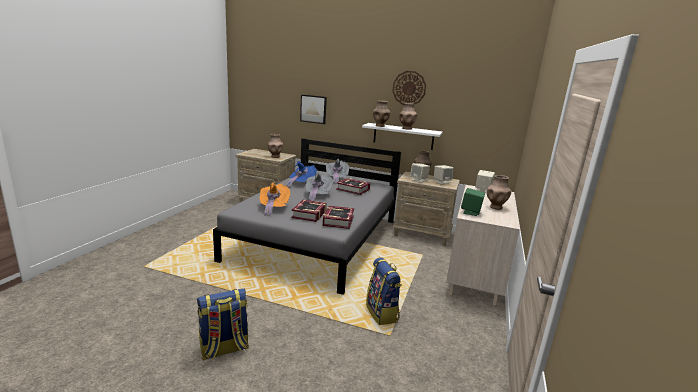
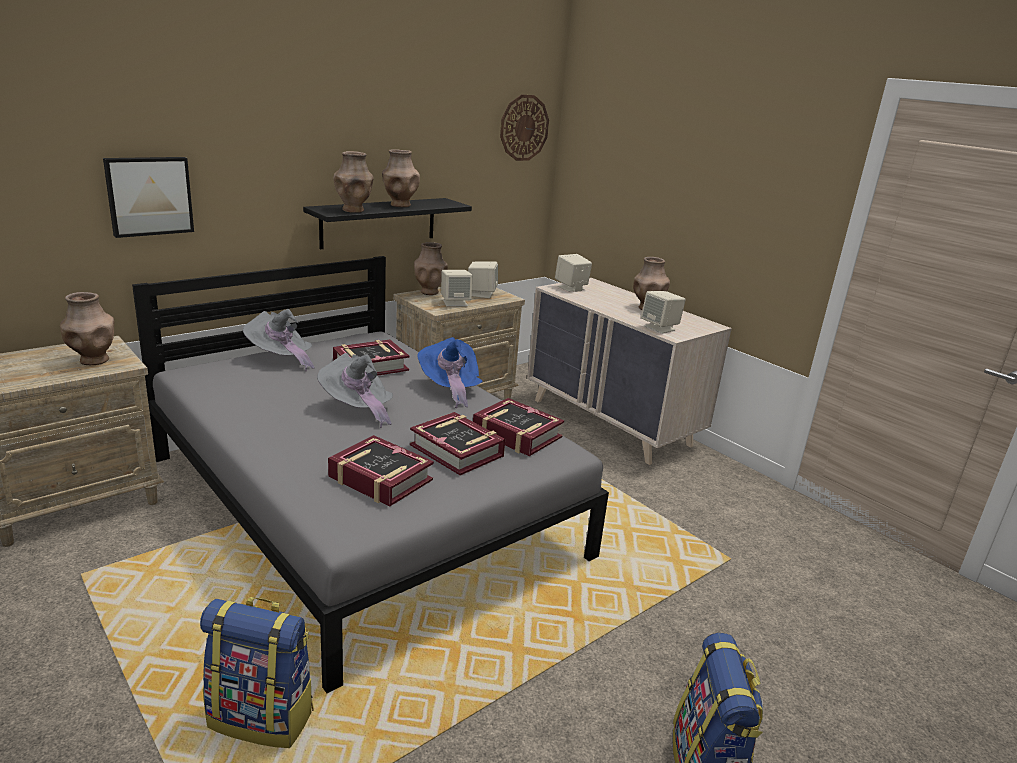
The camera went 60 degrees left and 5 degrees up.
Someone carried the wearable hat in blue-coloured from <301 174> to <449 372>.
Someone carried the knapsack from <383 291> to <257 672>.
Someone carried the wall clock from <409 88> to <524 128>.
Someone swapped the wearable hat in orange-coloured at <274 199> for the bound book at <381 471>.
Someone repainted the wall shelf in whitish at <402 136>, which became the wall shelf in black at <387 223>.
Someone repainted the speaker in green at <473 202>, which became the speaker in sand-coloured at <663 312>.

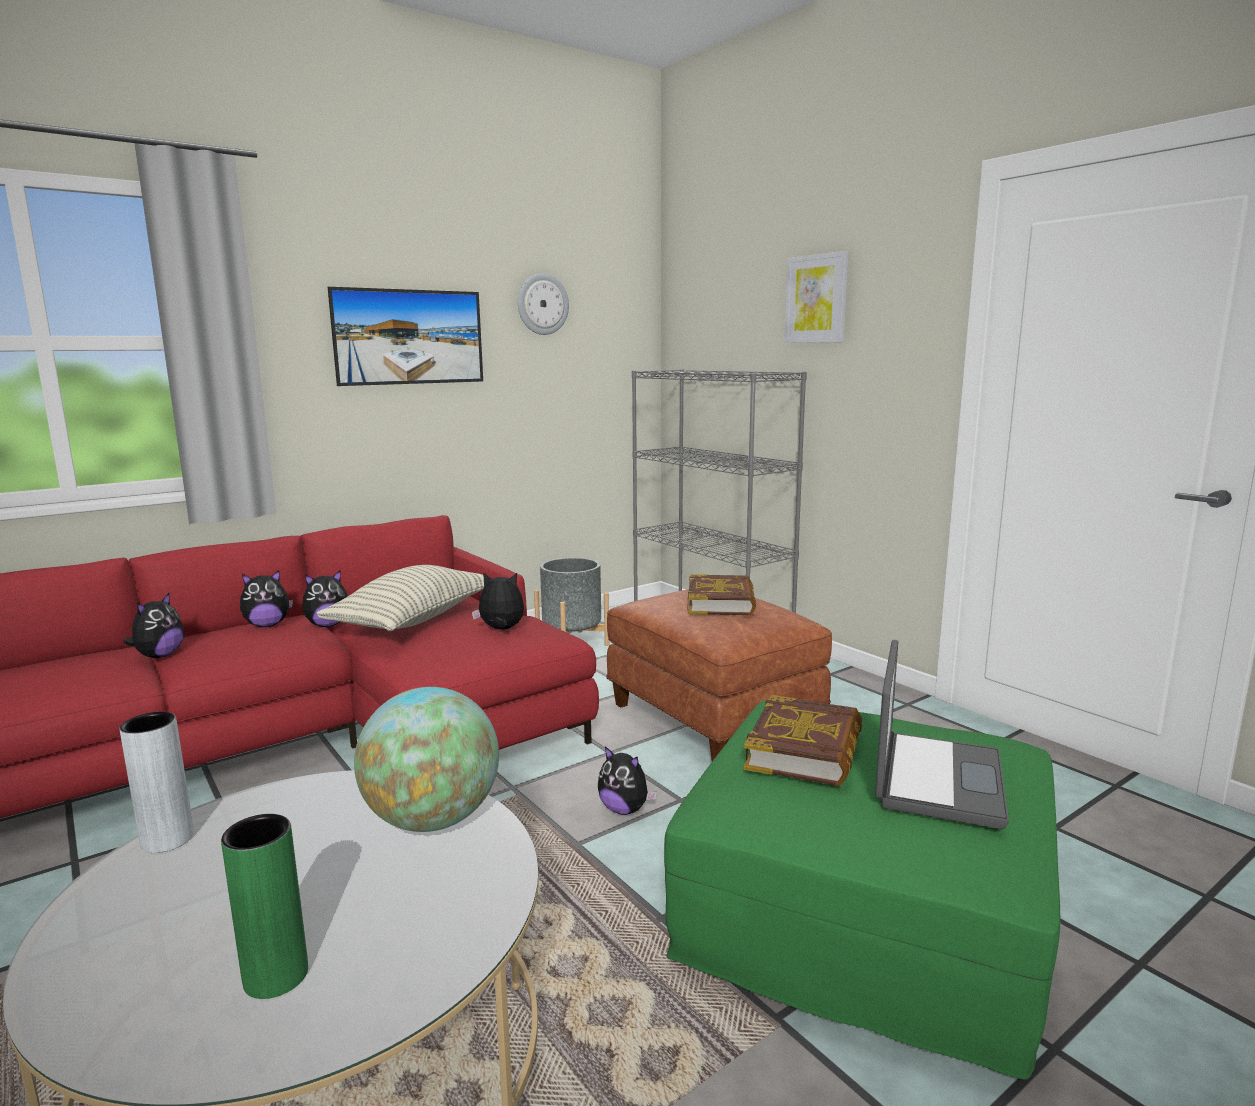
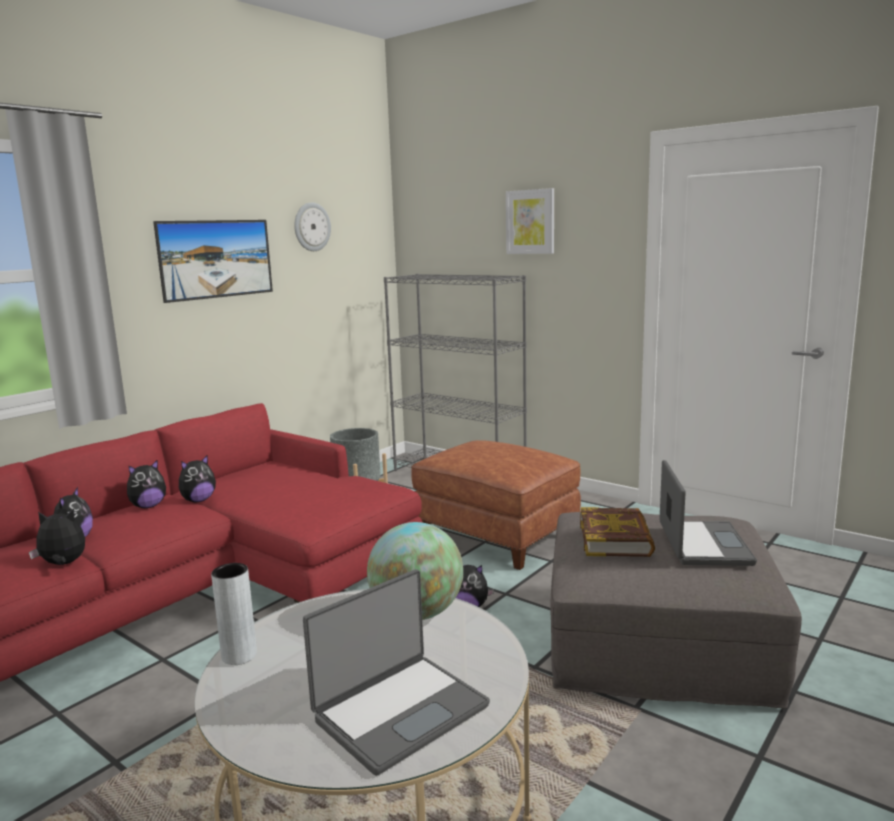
The camera went 15 degrees left and 0 degrees up.
Someone took away the throw pillow at <404 598>.
Someone took away the bound book at <721 594>.
Someone carried the plush toy from <498 600> to <57 537>.
Someone swapped the decorative vase in green at <264 906> for the notebook computer at <396 672>.
Someone repainted the ottoman in green at <862 890>, which became the ottoman in grey at <676 610>.

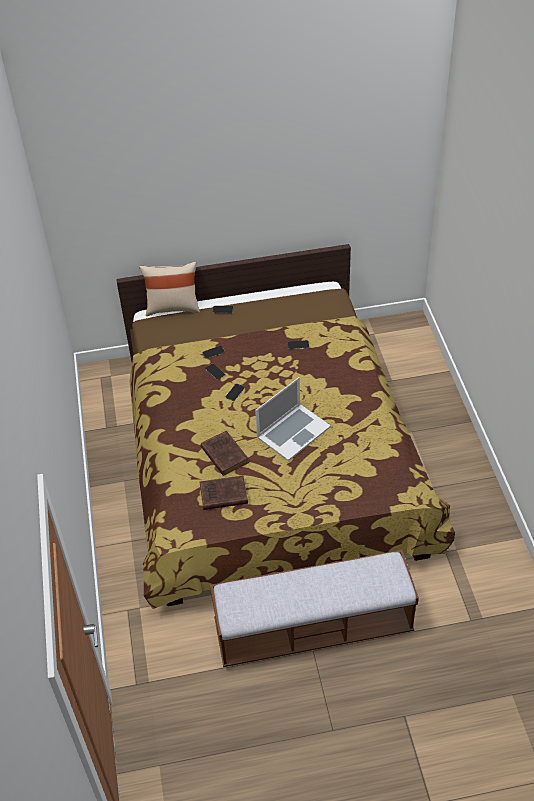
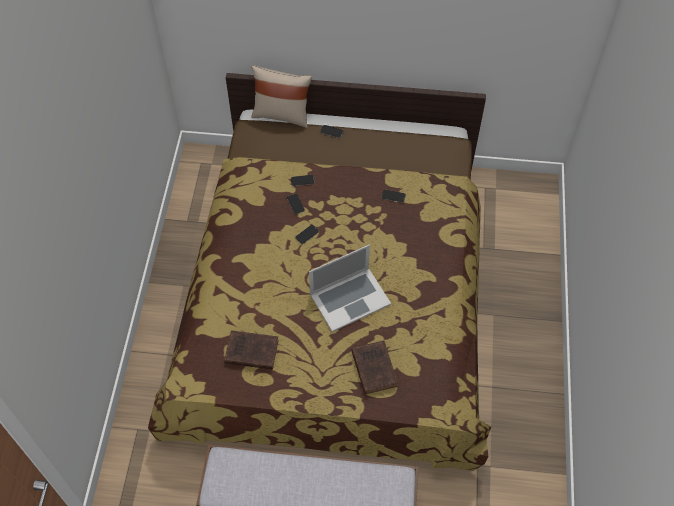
The camera went 15 degrees right and 10 degrees up.
Someone carried the bound book in brown-coloured from <225 453> to <374 367>.

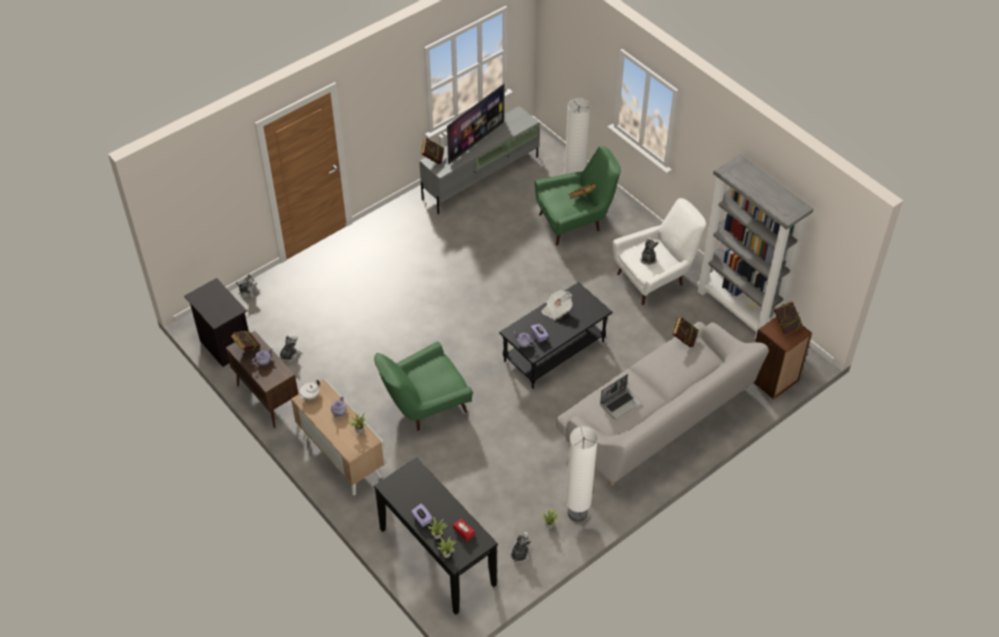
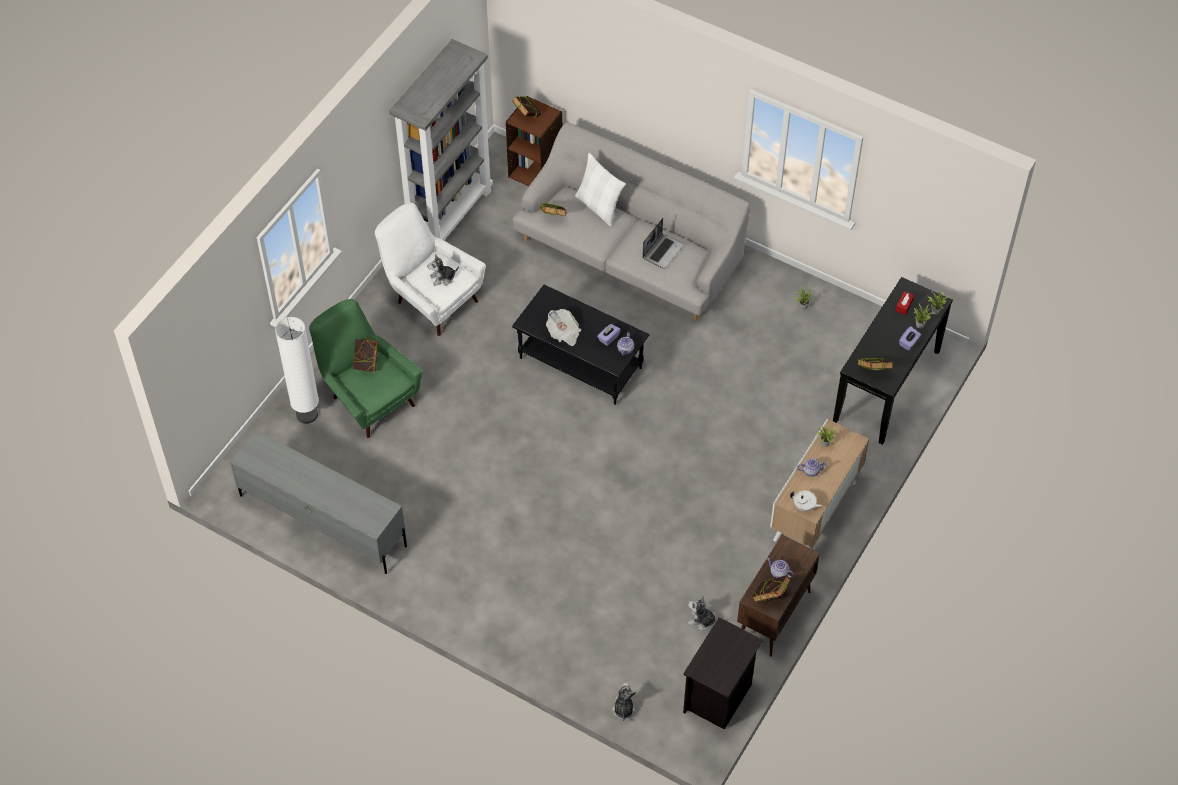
The camera went 110 degrees left and 5 degrees up.
Someone took away the lounge chair in green at <423 386>.
Someone took away the television at <476 124>.
Someone took away the plush toy at <521 547>.
Someone took away the standard lamp in whitish at <582 474>.
Someone put down the throw pillow in whitish at <600 189>.
Someone carried the bound book from <432 151> to <875 364>.
Someone rotated the notebook computer at <620 396> by 90 degrees clockwise.

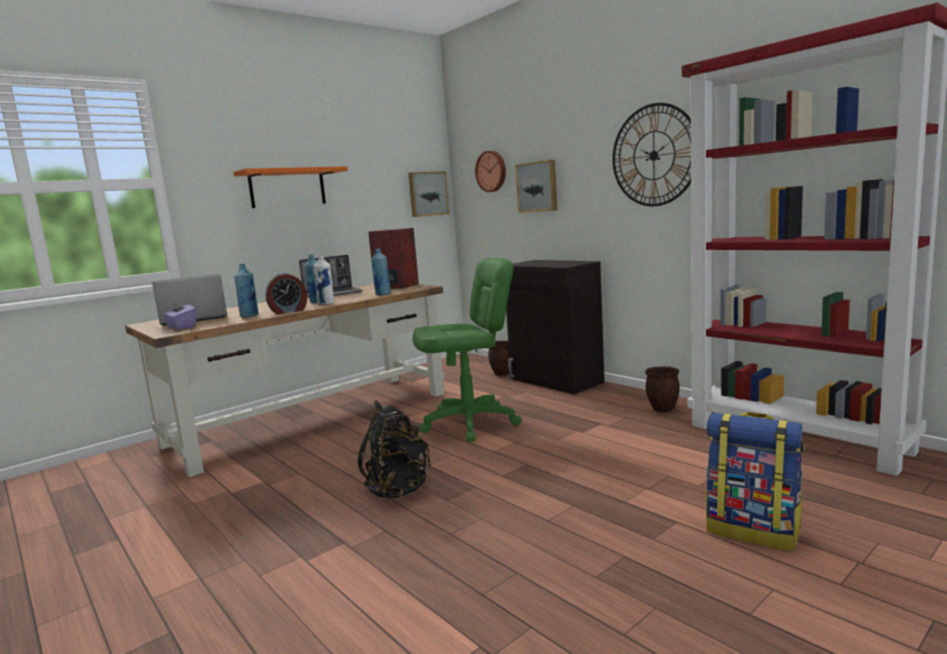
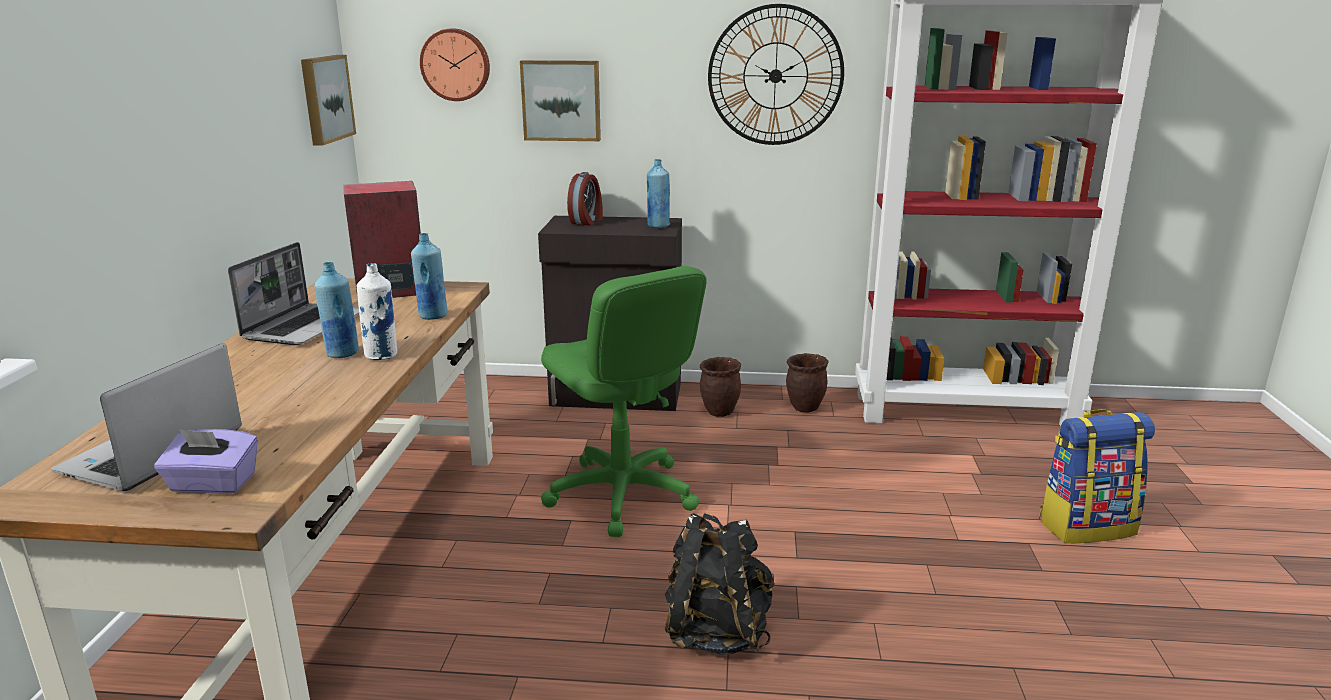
The camera went 45 degrees left and 10 degrees up.
Someone took away the wall shelf in orange-coloured at <290 187>.
Someone carried the bottle in blue-coloured from <246 291> to <658 193>.
Someone carried the table clock from <286 293> to <585 198>.
Someone carried the plant pot in brown-coloured from <498 358> to <720 387>.
Someone rotated the computer chair in green at <467 350> by 120 degrees clockwise.

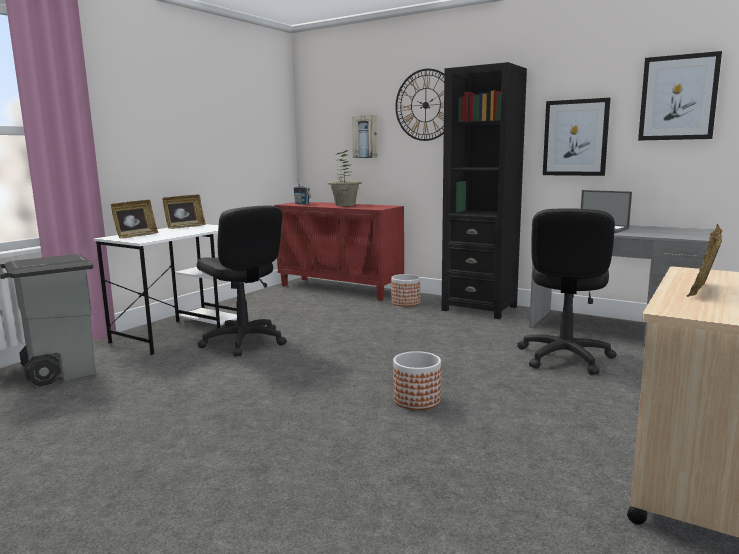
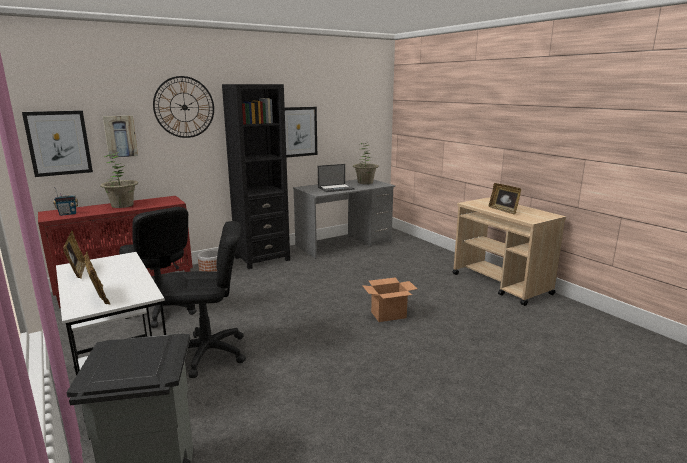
The camera went 65 degrees left and 5 degrees up.
Someone put down the plant in a pot at <366 163>.
Someone carried the computer chair in black from <567 291> to <158 267>.
Someone carried the wall art from <680 96> to <57 144>.
Someone swapped the plant pot at <417 380> for the carton at <389 299>.

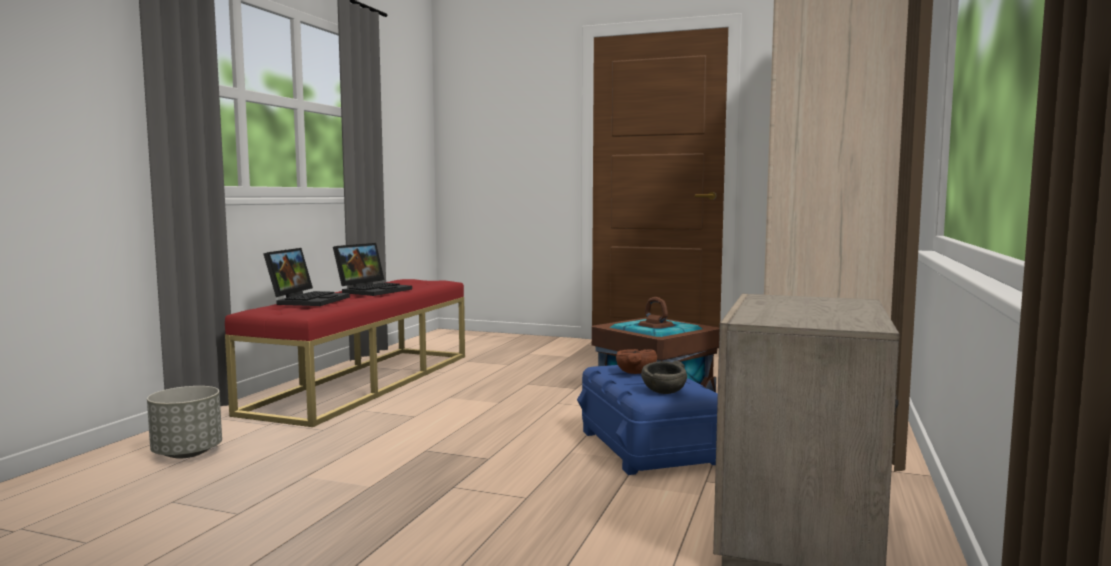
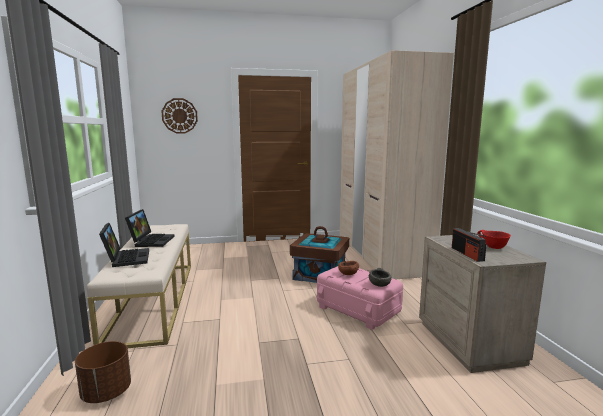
The camera went 30 degrees left and 5 degrees up.
Someone put up the wall clock at <179 115>.
Someone put down the radio at <469 245>.
Someone put down the deep dish in red at <494 239>.
Someone repainted the plant pot in grey at <184 422>, which became the plant pot in brown-coloured at <103 372>.
Someone repainted the long seat in red at <345 353>, which became the long seat in sand-coloured at <139 286>.
Someone repainted the storage bin in blue-coloured at <647 420>, which became the storage bin in pink-coloured at <360 298>.

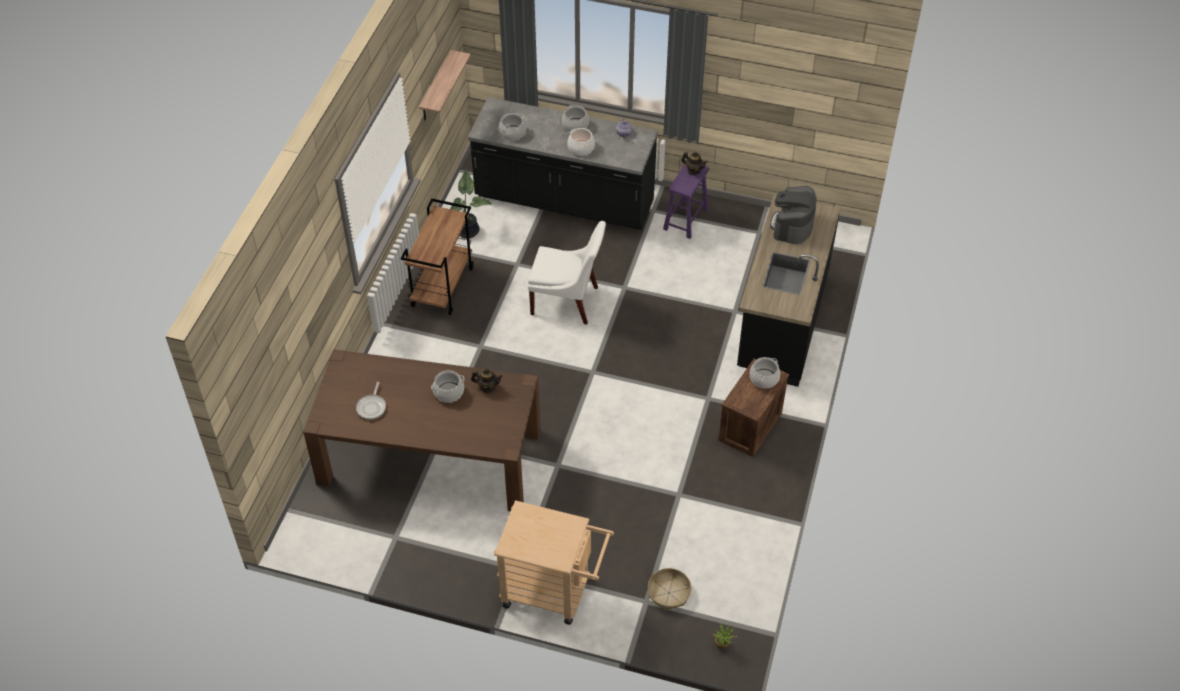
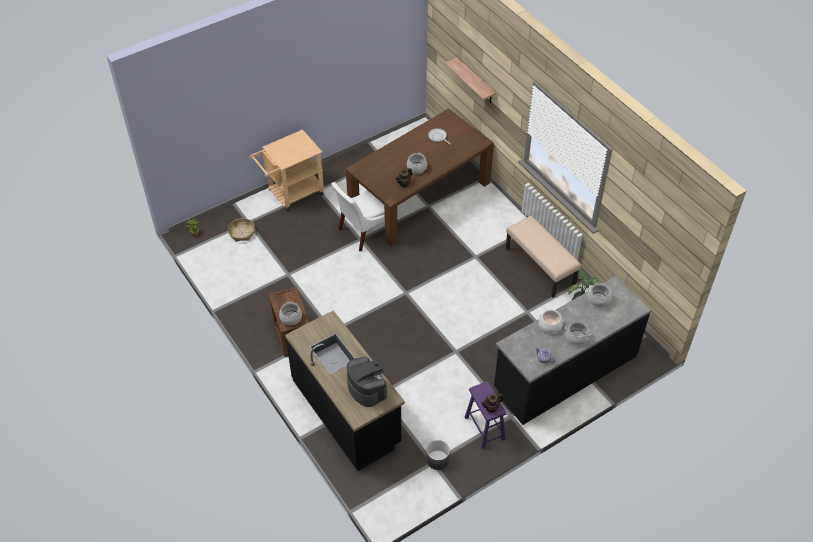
The camera went 130 degrees right and 0 degrees up.
Someone put down the plant pot in grey at <438 455>.
Someone carried the wall shelf from <445 85> to <470 80>.
Someone carried the upright chair in whitish from <567 273> to <358 217>.
Someone swapped the cart in brown-coloured at <437 257> for the long seat in sand-coloured at <543 256>.

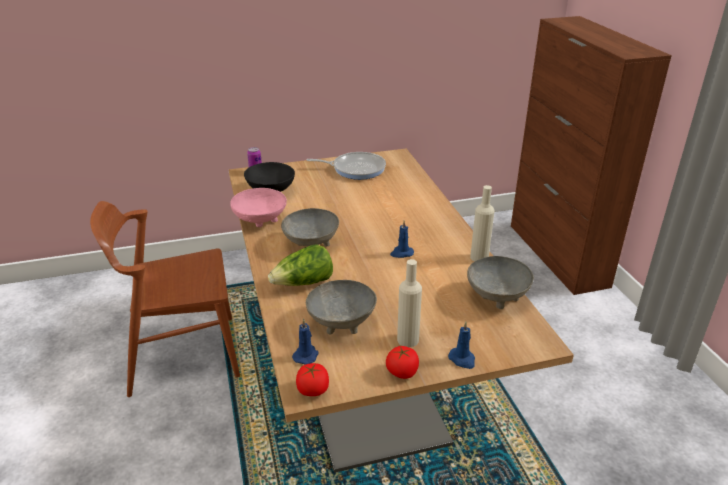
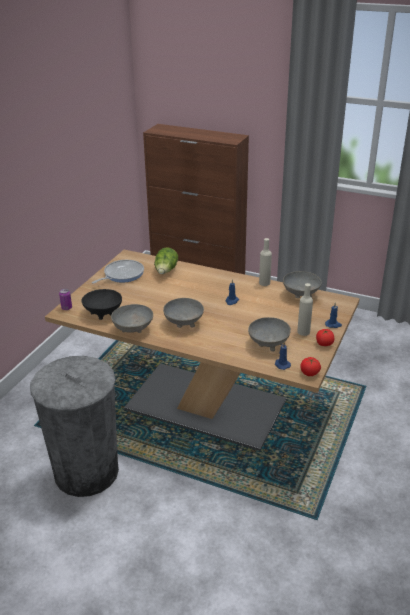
The camera went 50 degrees left and 0 degrees up.
Someone carried the lettuce head from <300 265> to <166 260>.
Someone swapped the upright chair in brown-coloured at <165 299> for the trash can in grey at <74 426>.
Someone repainted the deep dish in pink-coloured at <258 207>, which became the deep dish in grey at <132 318>.

